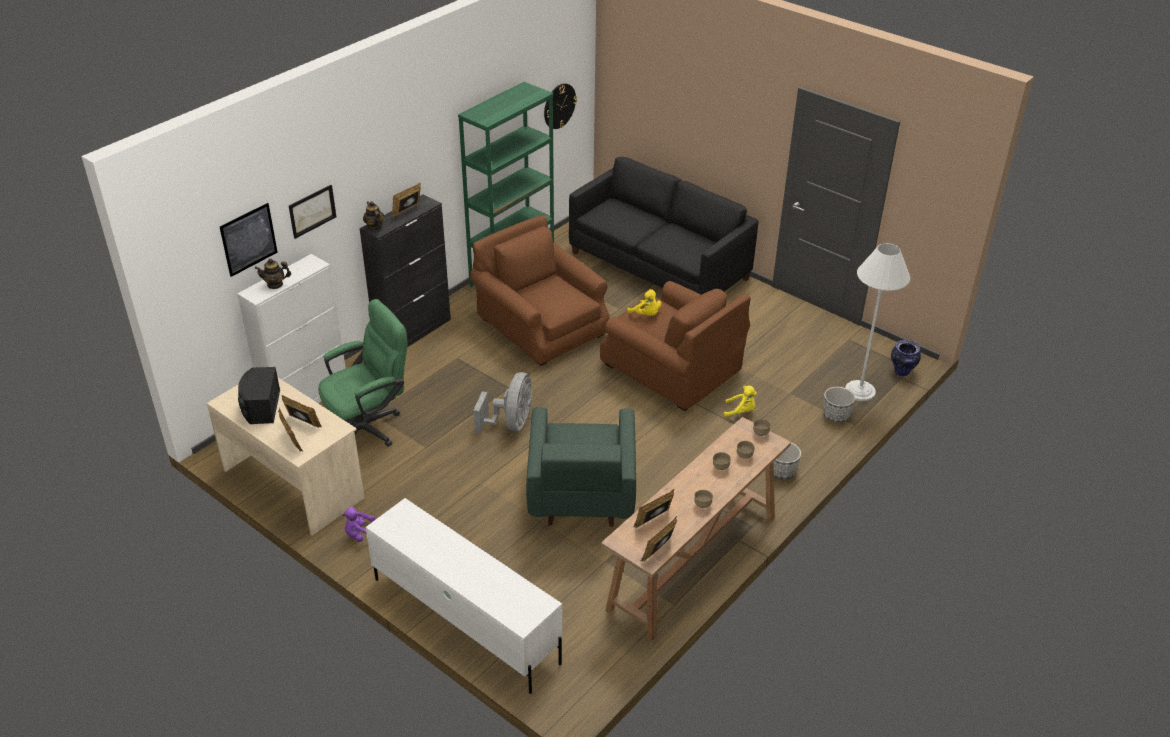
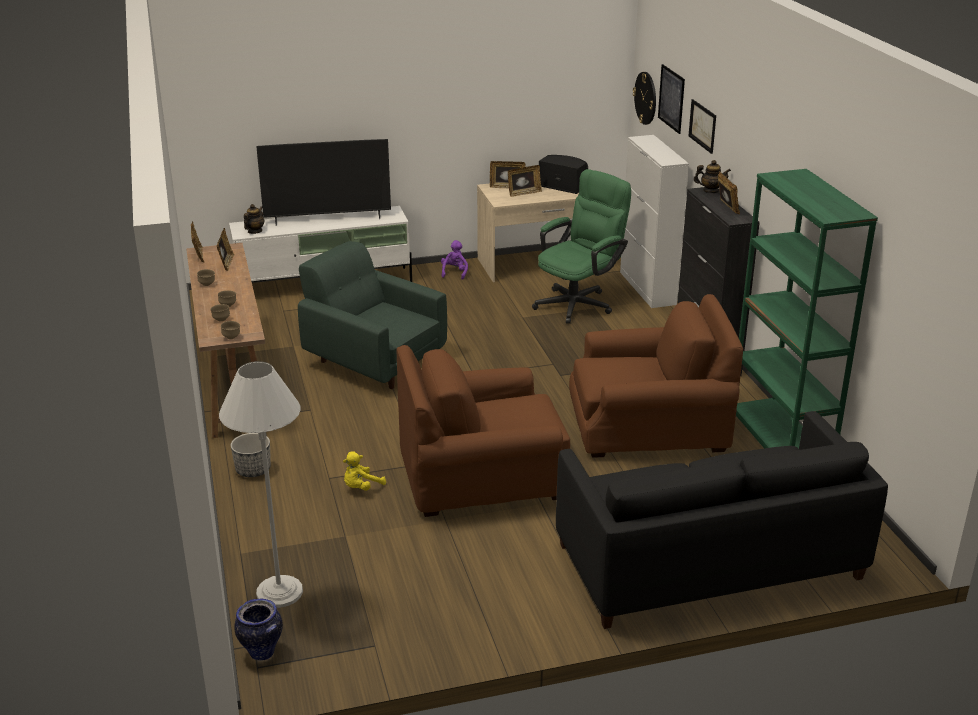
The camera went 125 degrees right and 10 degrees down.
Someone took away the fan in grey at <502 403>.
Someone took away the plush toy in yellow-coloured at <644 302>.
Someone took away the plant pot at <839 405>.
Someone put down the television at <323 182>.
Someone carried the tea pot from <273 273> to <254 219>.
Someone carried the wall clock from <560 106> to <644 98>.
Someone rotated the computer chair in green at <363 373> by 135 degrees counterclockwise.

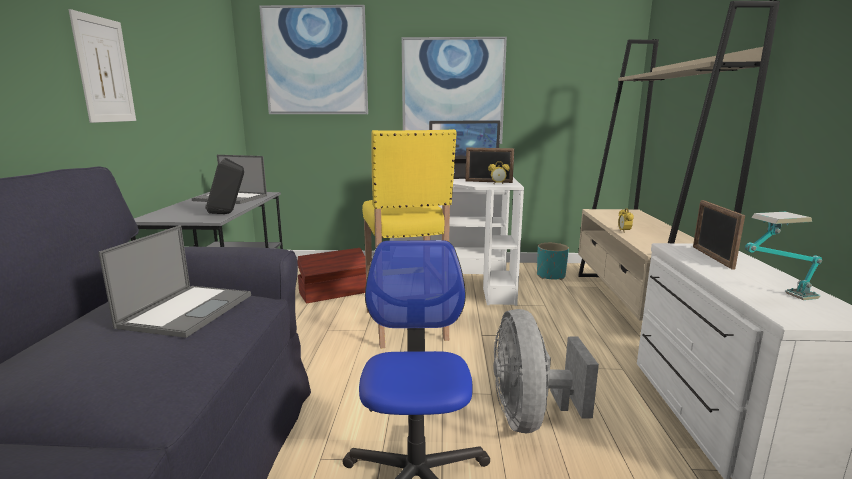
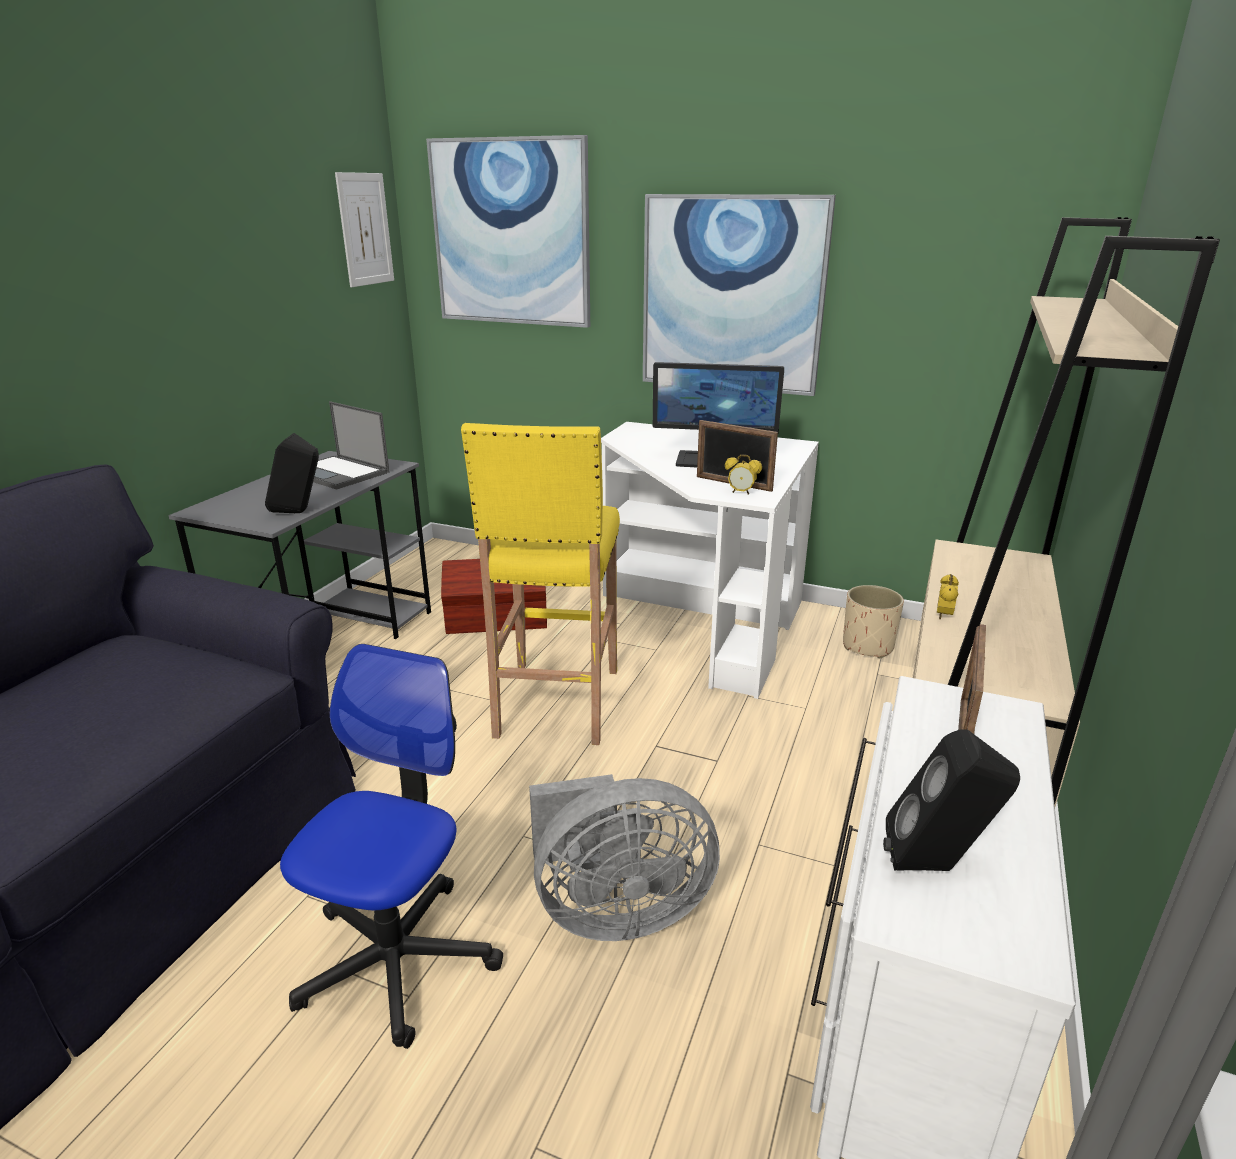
The camera went 20 degrees right and 10 degrees up.
Someone took away the notebook computer at <174 281>.
Someone carried the wall art from <102 66> to <364 229>.
Someone swapped the tabletop lamp at <783 256> for the speaker in black at <951 800>.
Someone repainted the plant pot in blue-green at <553 261>, which became the plant pot in sand-coloured at <873 622>.
Someone rotated the fan in grey at <546 371> by 120 degrees counterclockwise.

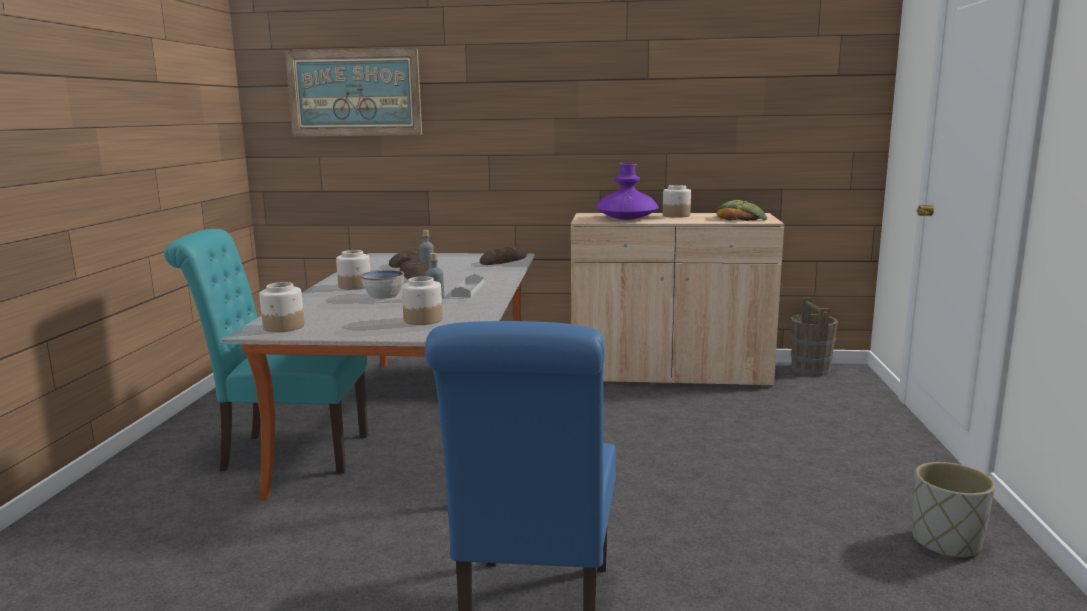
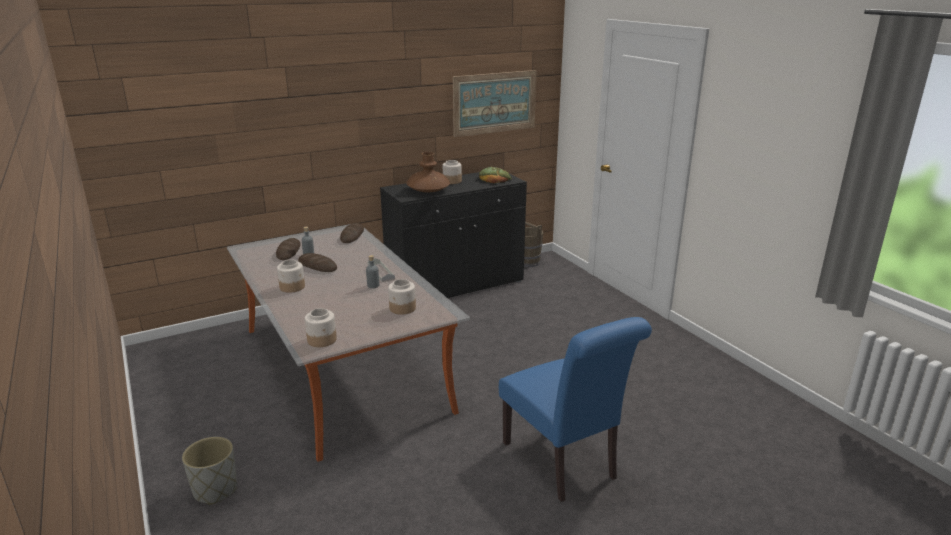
The camera went 35 degrees left and 10 degrees up.
Someone took away the upright chair in blue-green at <266 351>.
Someone took away the deep dish at <382 284>.
Someone carried the wall art from <353 92> to <495 103>.
Someone carried the plant pot in grey from <953 510> to <209 471>.
Someone repainted the cabinet in sand-coloured at <677 300>, which became the cabinet in black at <453 235>.
Someone repainted the decorative vase in purplish at <627 191>, which became the decorative vase in brown-coloured at <428 172>.

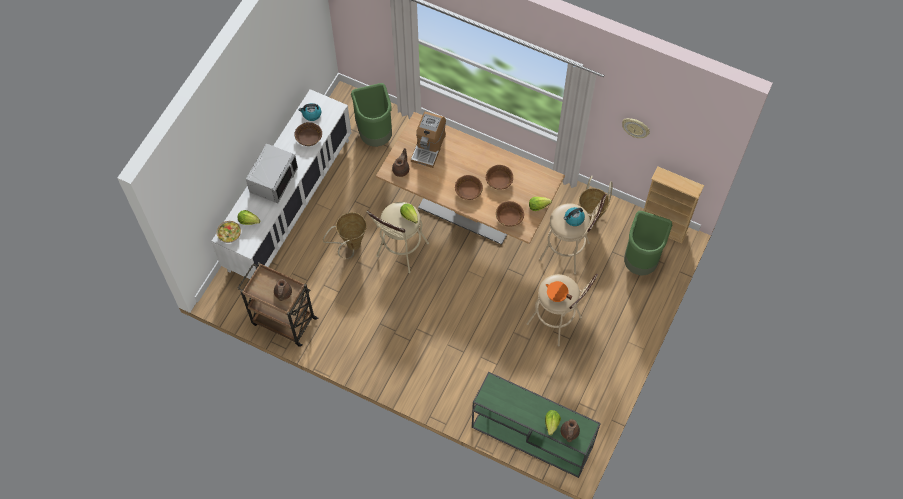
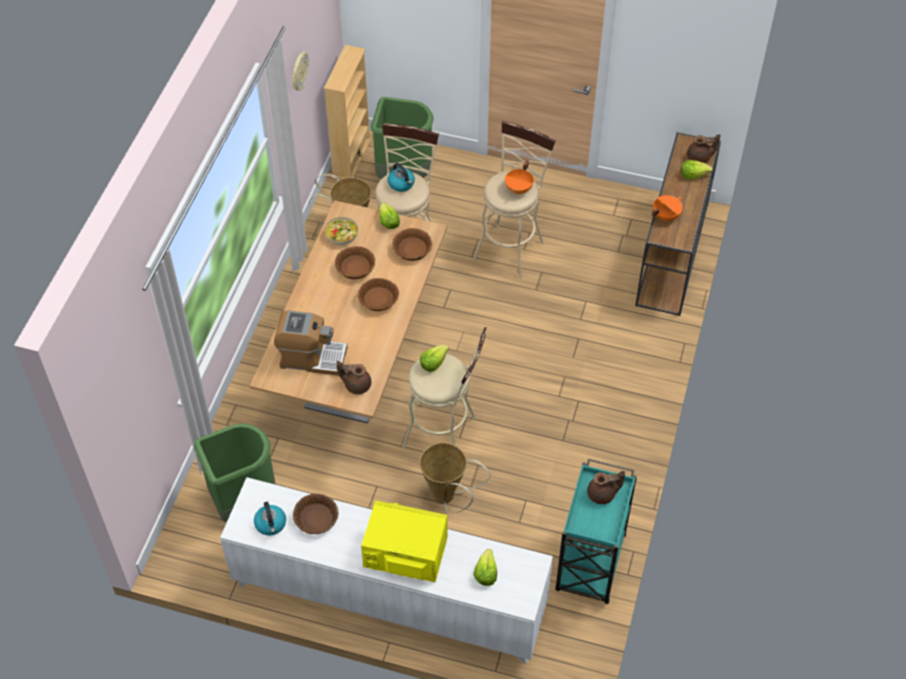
The camera went 100 degrees left and 10 degrees down.
Someone put down the cooking pot in orange-coloured at <667 208>.
Someone carried the deep dish from <229 232> to <341 231>.
Someone repainted the cart in brown-coloured at <277 305>, which became the cart in blue-green at <596 531>.
Someone repainted the microwave in grey at <272 173>, which became the microwave in yellow-coloured at <404 541>.
Someone repainted the narrow table in green at <536 425>, which became the narrow table in brown-coloured at <678 224>.

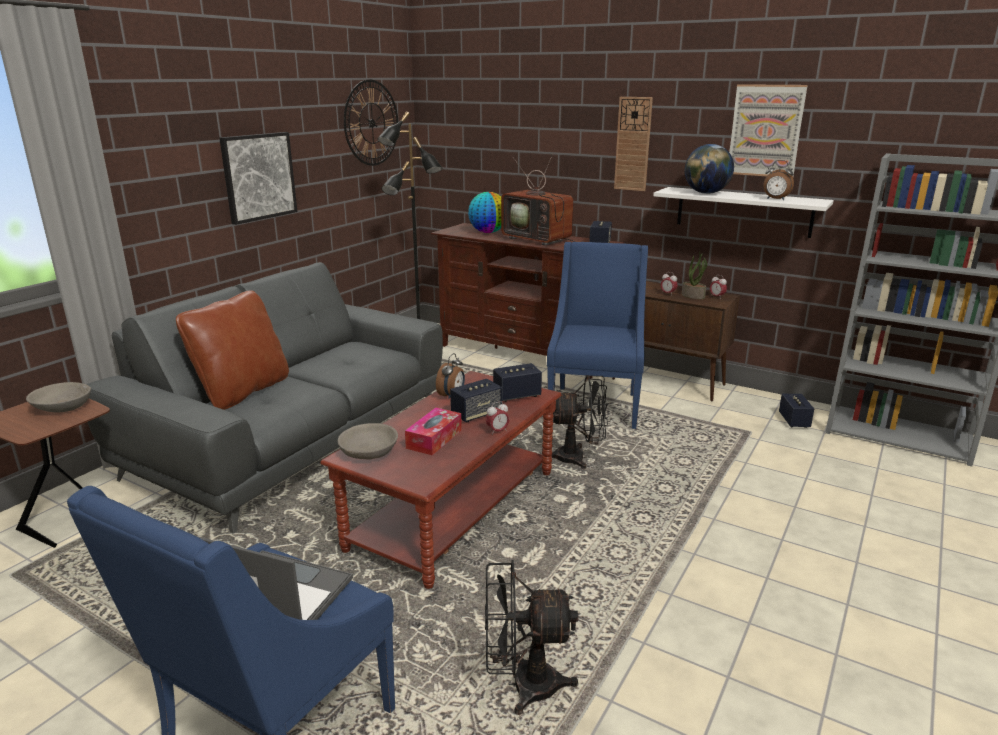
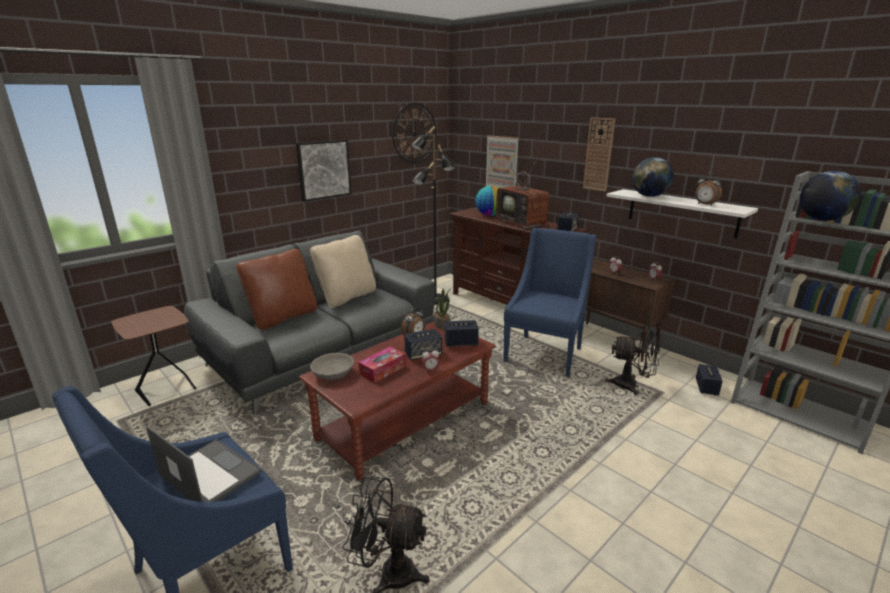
The camera went 15 degrees right and 0 degrees up.
Someone took away the deep dish in grey at <58 397>.
Someone put down the throw pillow in sand-coloured at <343 271>.
Someone put down the globe at <830 196>.
Someone carried the fan in black from <580 422> to <633 360>.
Someone carried the plant in a pot from <694 275> to <442 309>.
Someone carried the wall art from <768 130> to <502 161>.

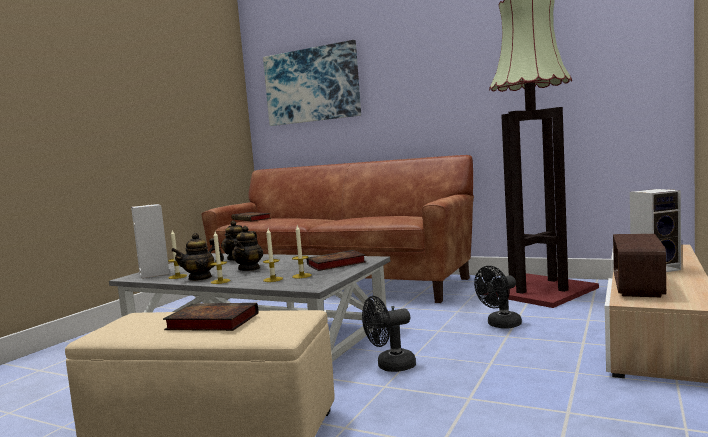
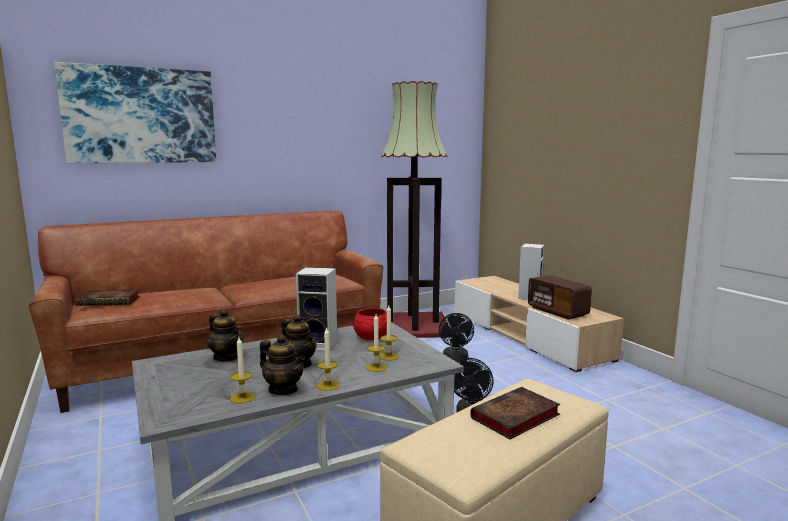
The camera went 55 degrees left and 5 degrees up.
Someone carried the speaker from <150 241> to <316 309>.
Someone swapped the bound book at <336 260> for the deep dish in red at <370 324>.
Someone rotated the tea pot at <197 257> by 60 degrees counterclockwise.

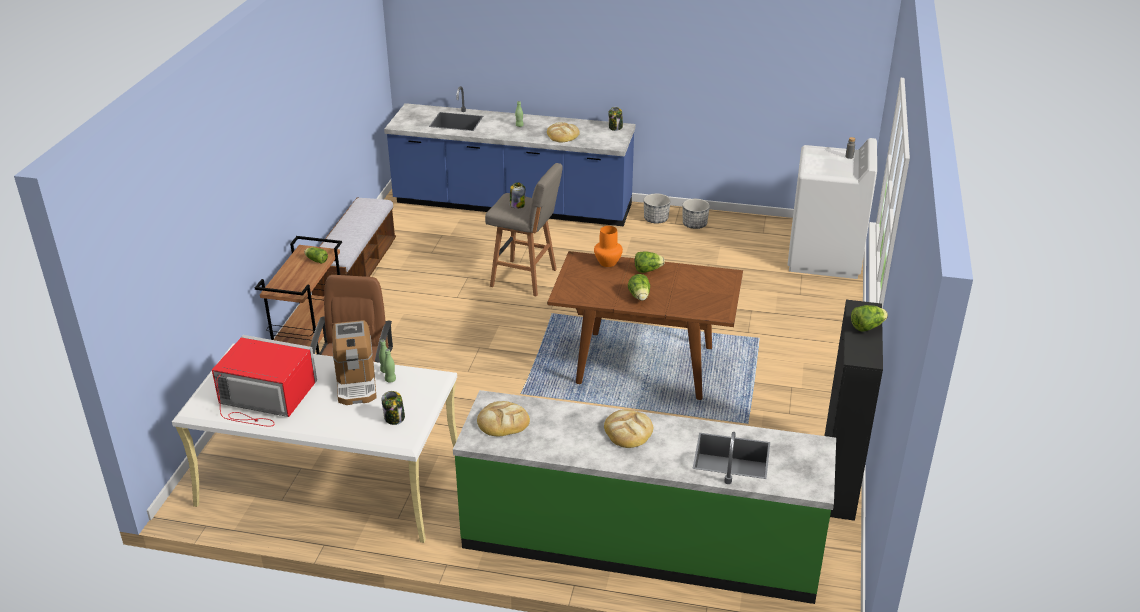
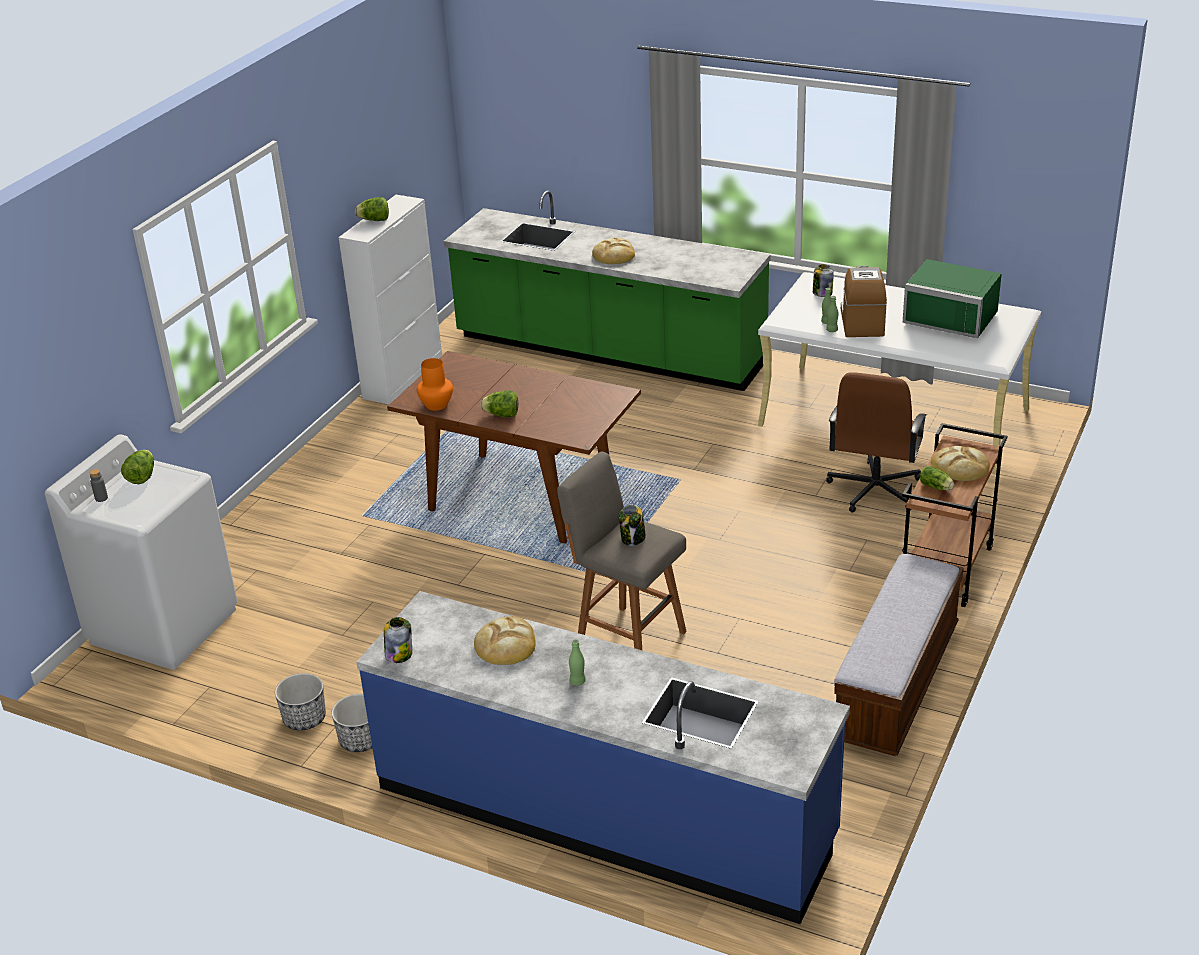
The camera went 165 degrees left and 0 degrees up.
Someone carried the bread from <503 418> to <960 463>.
Someone carried the decorative vase in orange-coloured from <608 246> to <435 384>.
Someone carried the lettuce head from <639 287> to <137 467>.
Someone repainted the microwave in red at <264 381>, which became the microwave in green at <952 298>.
Someone repainted the cabinet in black at <854 410>, which became the cabinet in whitish at <390 300>.

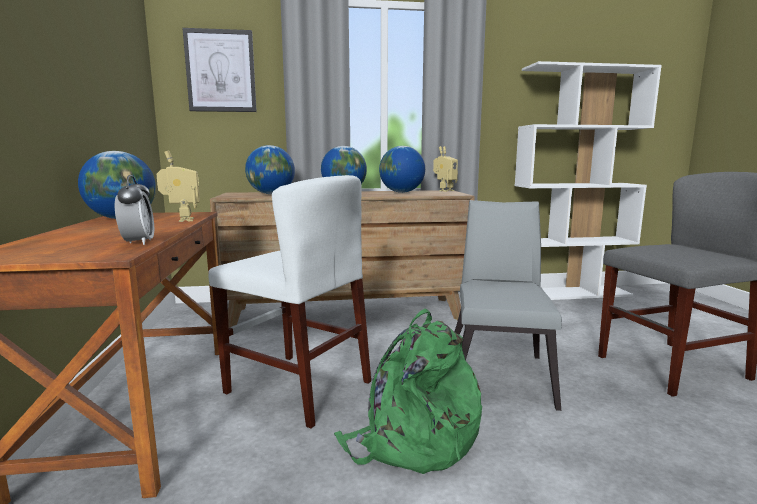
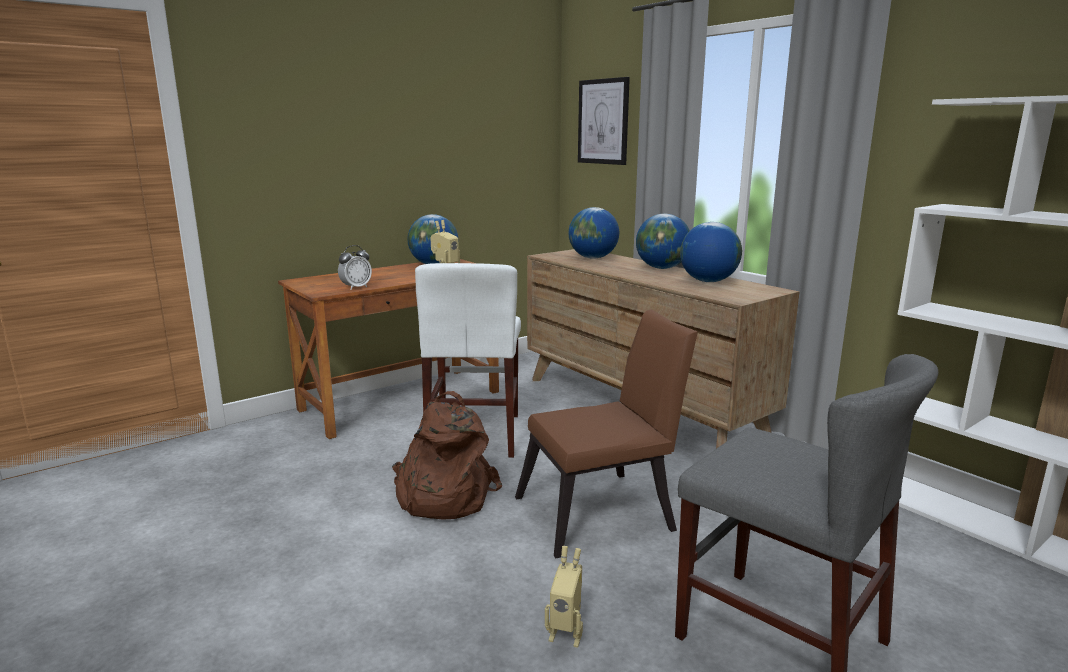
The camera went 60 degrees right and 5 degrees up.
Someone carried the robot figure from <445 169> to <564 597>.
Someone repainted the knapsack in green at <408 391>, which became the knapsack in brown-coloured at <447 455>.
Someone repainted the upright chair in grey at <508 305>, which became the upright chair in brown-coloured at <606 433>.

